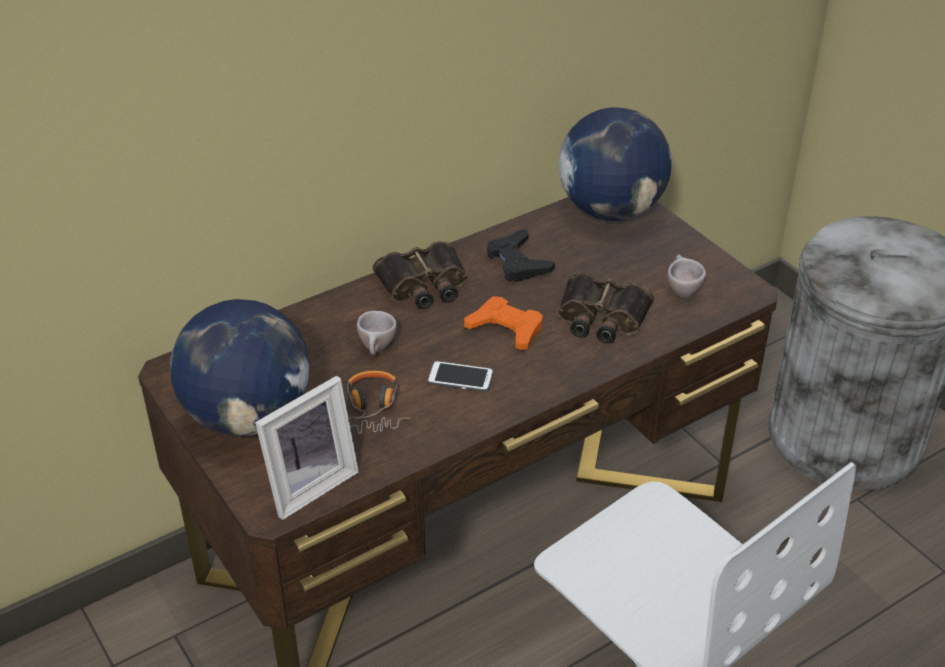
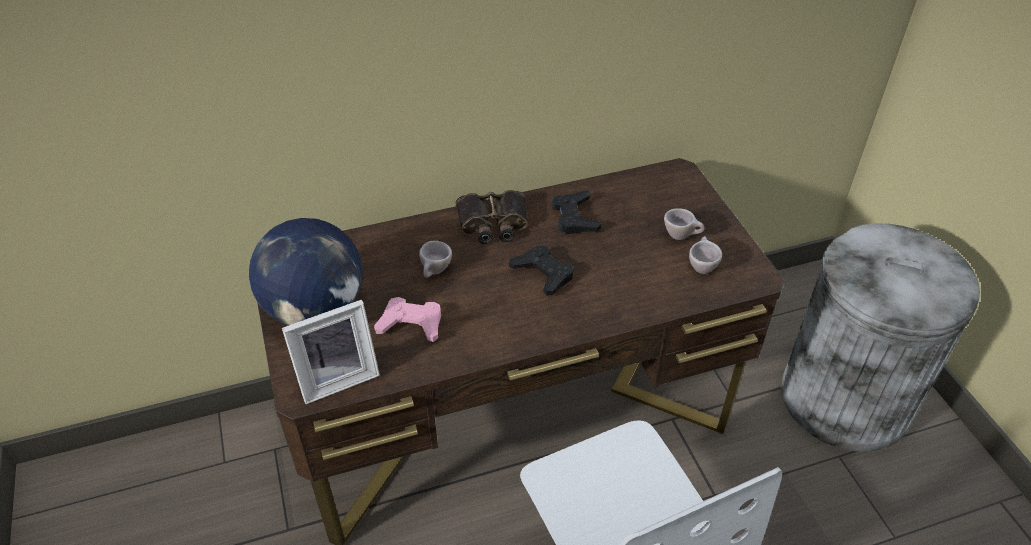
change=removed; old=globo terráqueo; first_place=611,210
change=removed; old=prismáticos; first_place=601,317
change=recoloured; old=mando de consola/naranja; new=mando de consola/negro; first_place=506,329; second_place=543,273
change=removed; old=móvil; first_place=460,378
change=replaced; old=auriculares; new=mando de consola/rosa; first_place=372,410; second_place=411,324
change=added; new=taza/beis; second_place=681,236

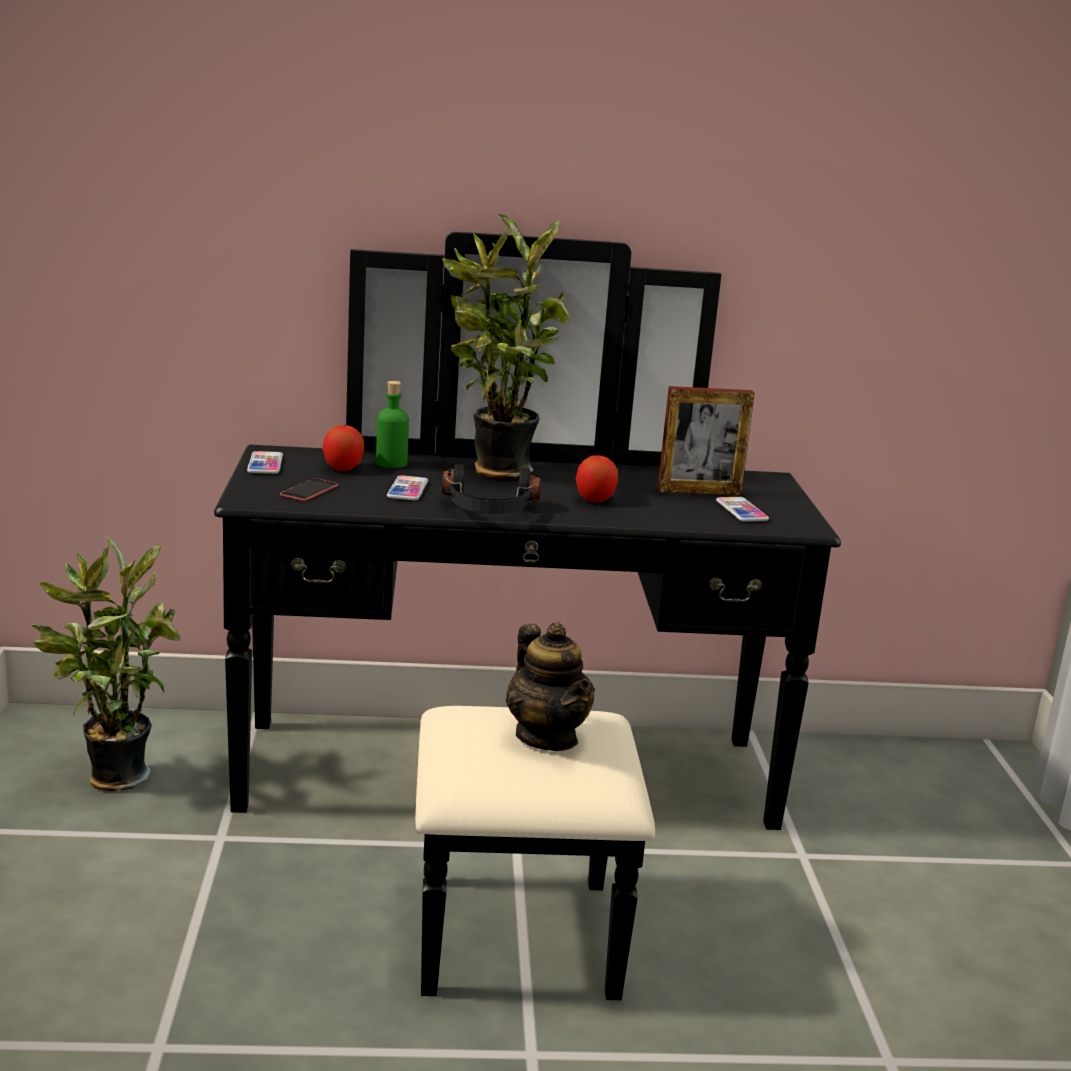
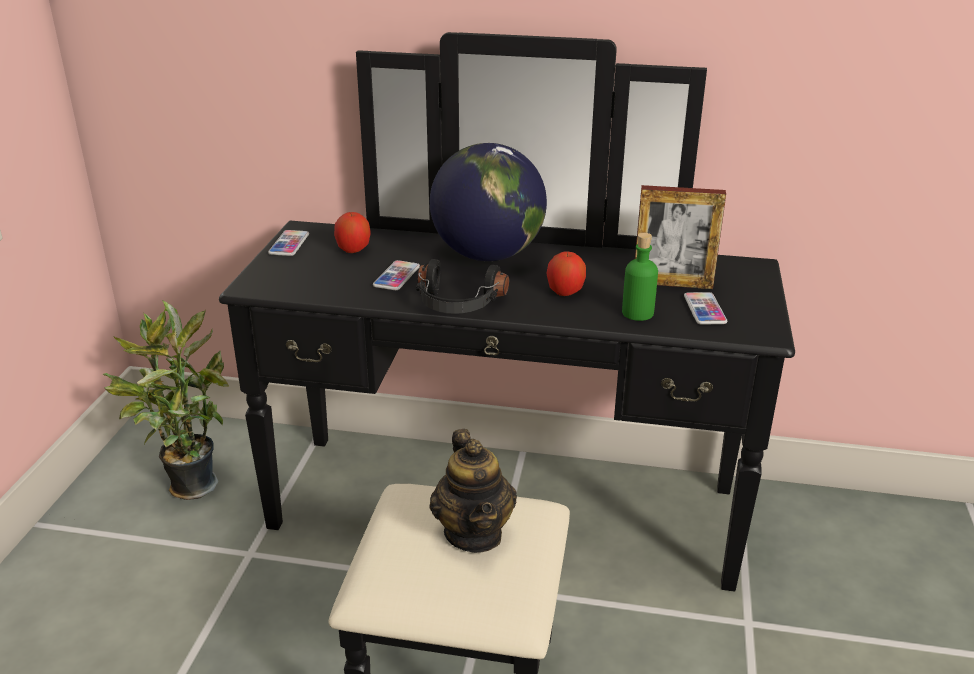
change=replaced; old=planta en maceta; new=globo terráqueo; first_place=495,471; second_place=488,255
change=moved; old=botella/verde; first_place=391,463; second_place=637,313
change=removed; old=móvil; first_place=309,490

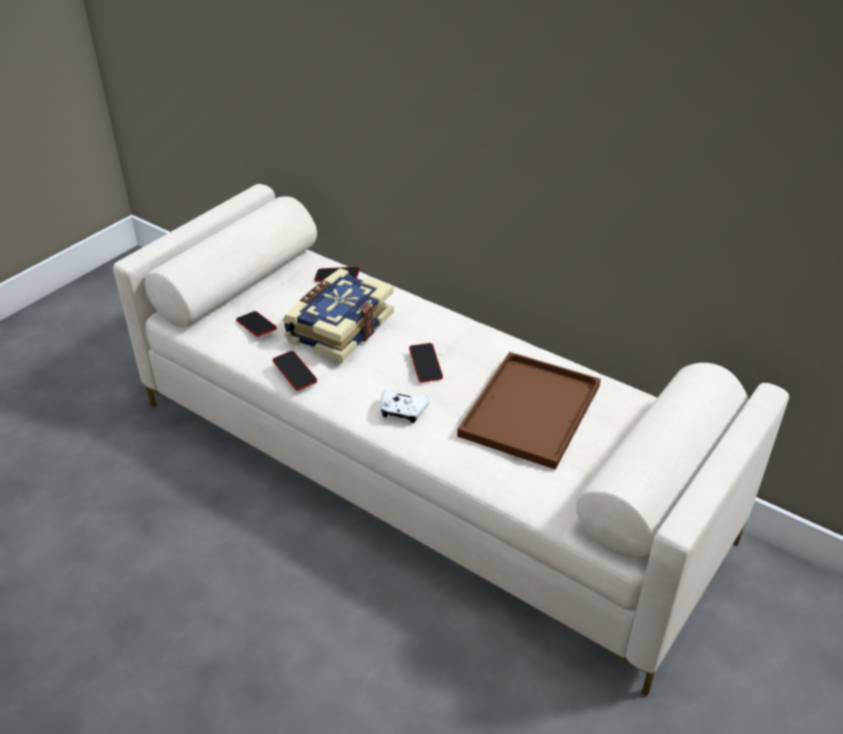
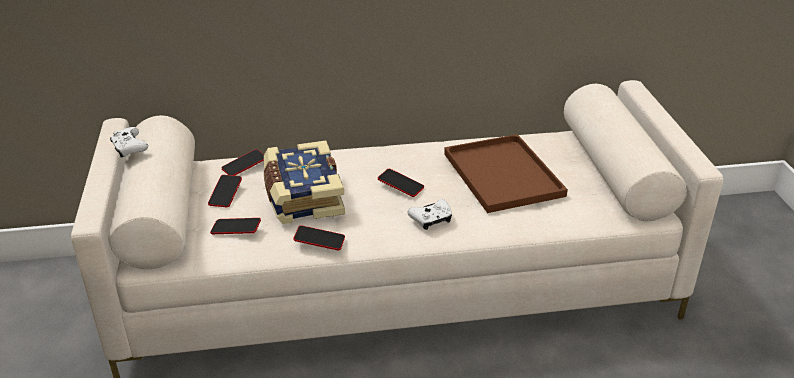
change=added; new=mando de consola/blanco; second_place=129,148
change=added; new=móvil; second_place=225,194

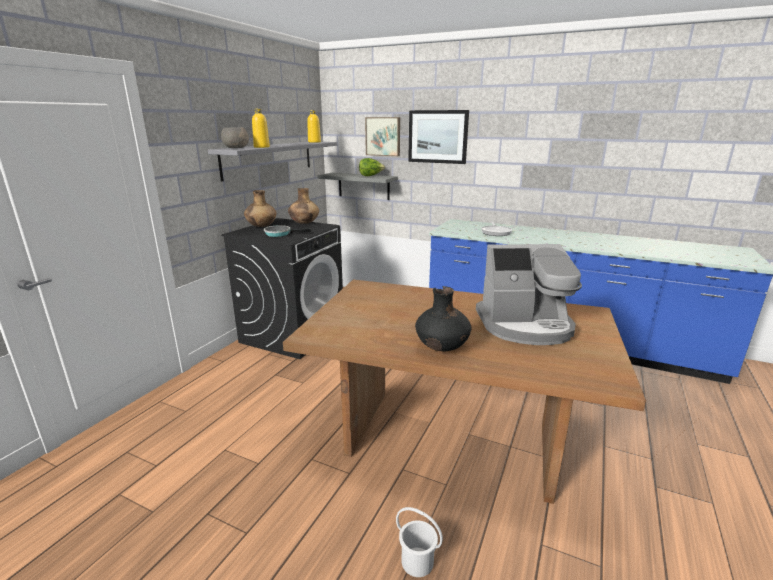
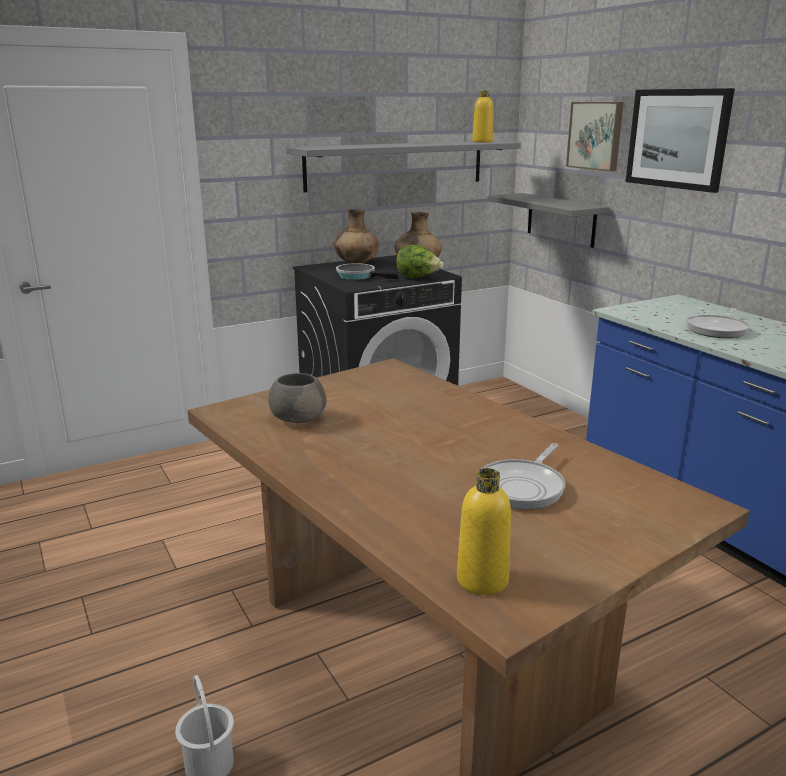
change=moved; old=botella/amarillo; first_place=261,147; second_place=482,580
change=moved; old=cuenco/gris; first_place=236,148; second_place=298,418
change=moved; old=lechuga; first_place=371,176; second_place=418,278
change=replaced; old=cafetera; new=sartén; first_place=525,325; second_place=523,487
change=removed; old=florero/negro; first_place=442,347

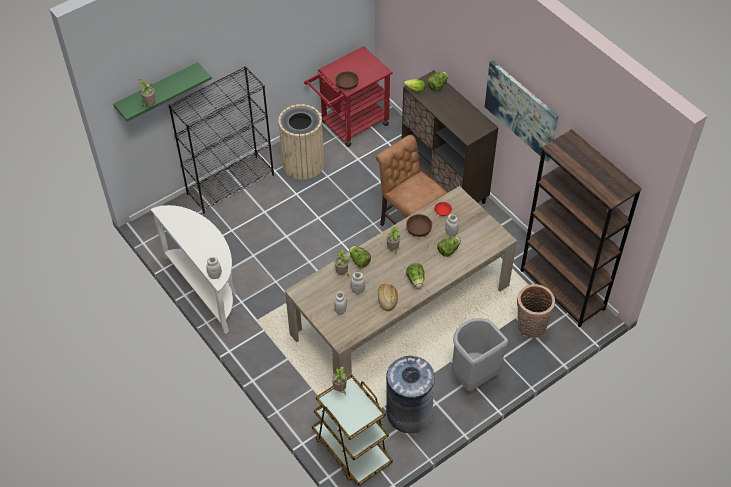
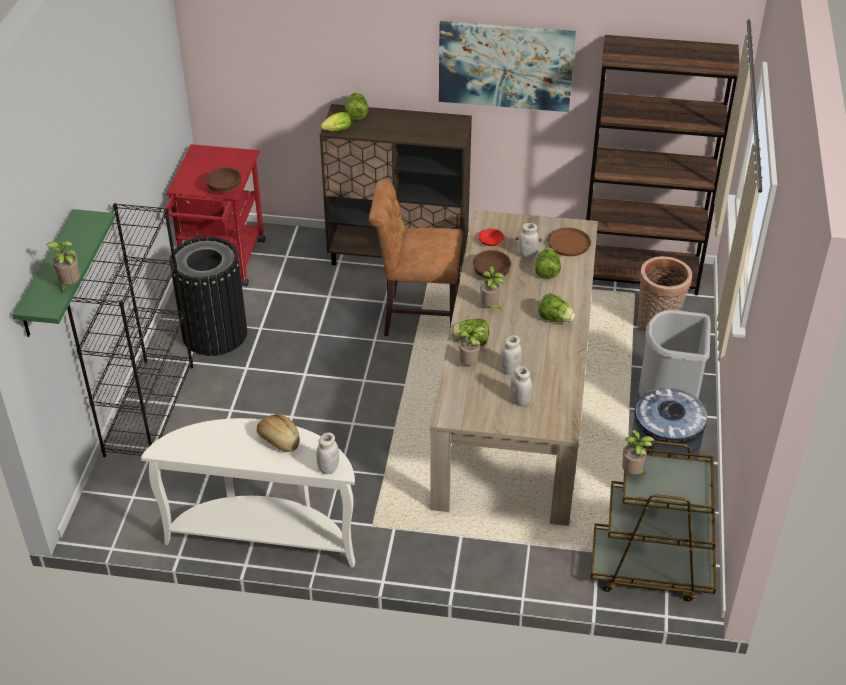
change=recoloured; old=papelera/beis; new=papelera/negro; first_place=303,164; second_place=215,334
change=moved; old=pan; first_place=387,300; second_place=279,440
change=added; new=sartén/marrón; second_place=564,244

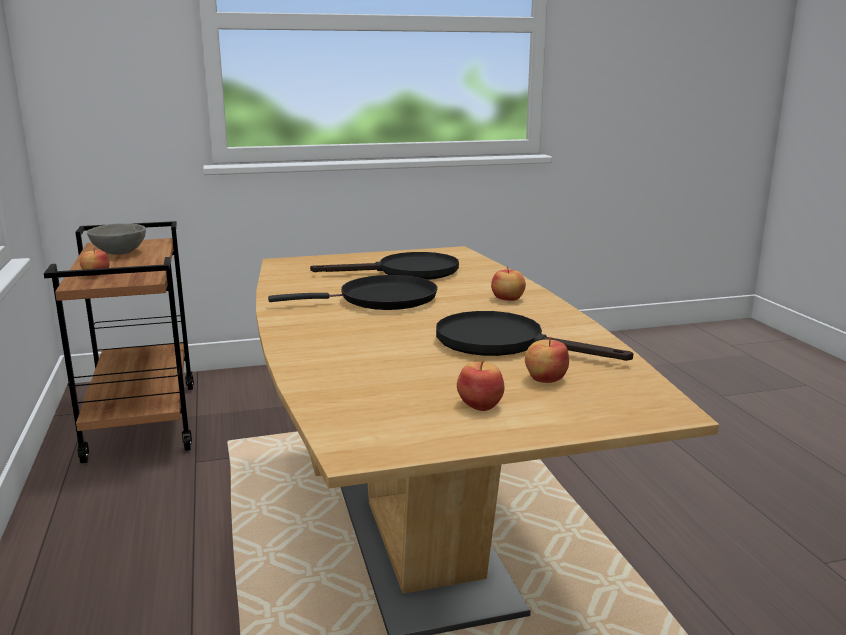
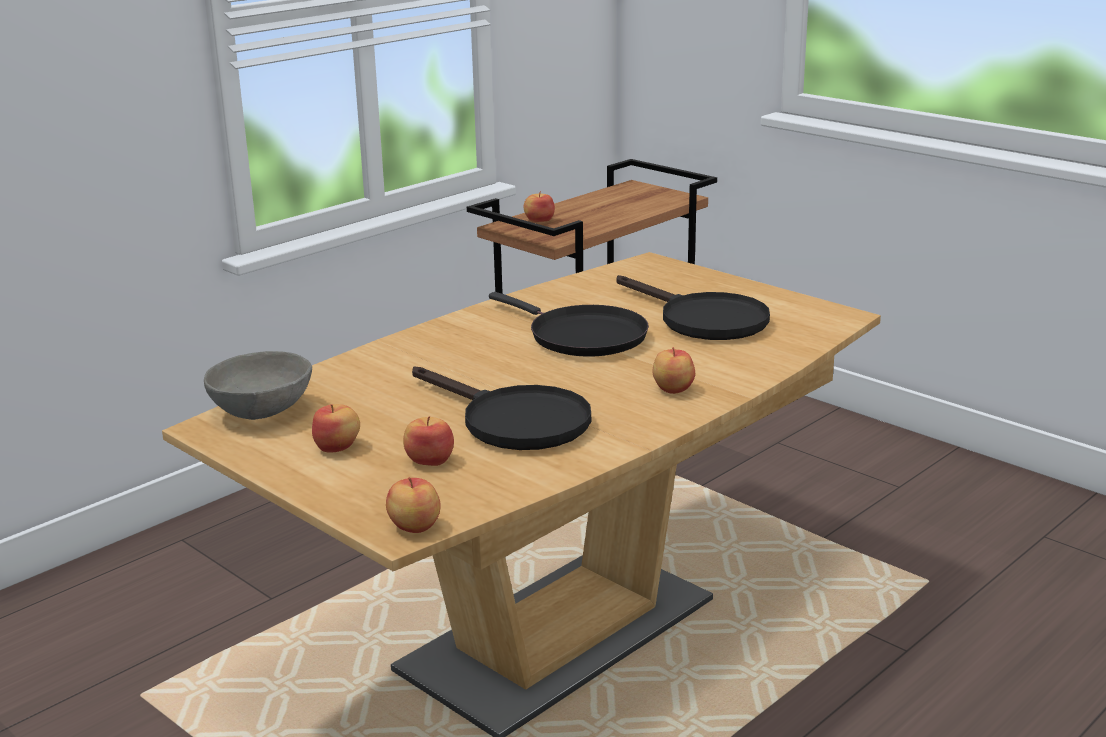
change=moved; old=cuenco/gris; first_place=120,252; second_place=263,411
change=turned; old=sartén/negro; first_place=504,343; second_place=513,421; degrees=135
change=added; new=manzana; second_place=414,527

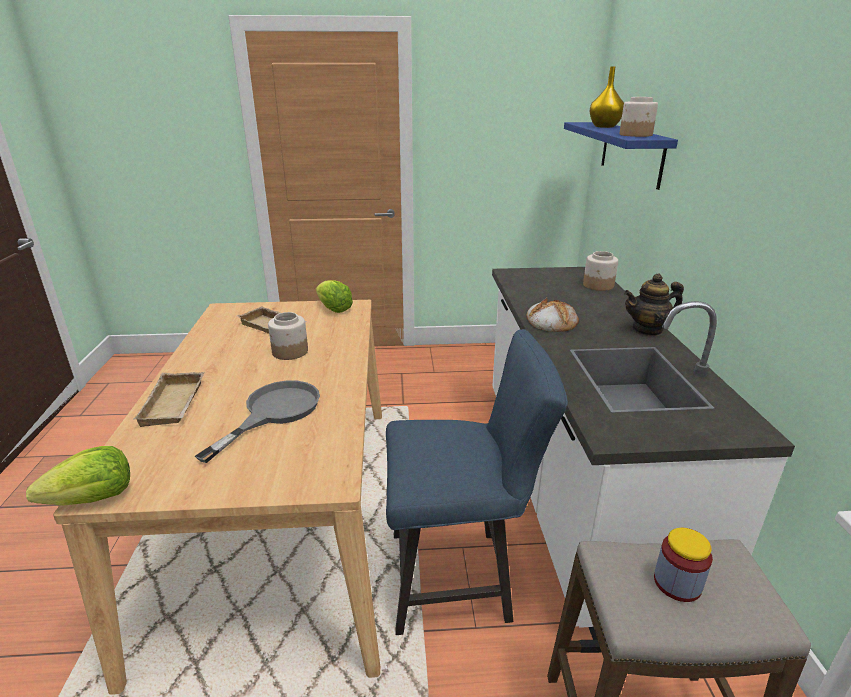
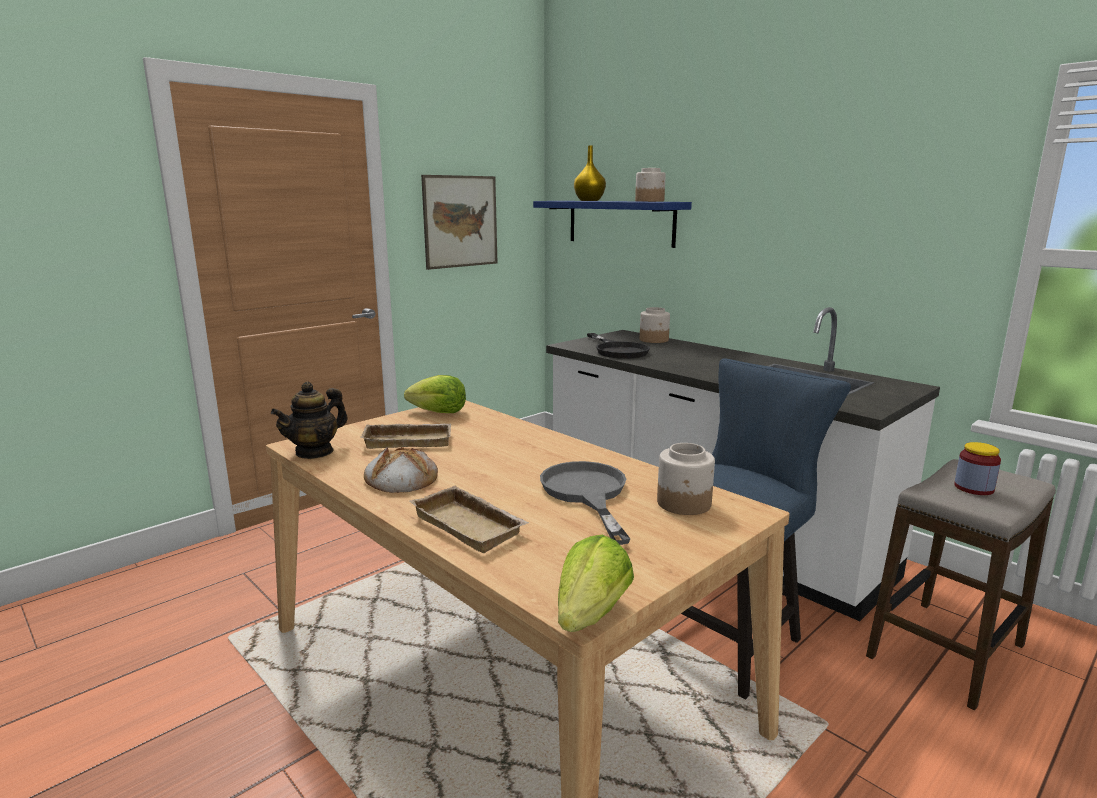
change=moved; old=tetera; first_place=647,330; second_place=315,452
change=moved; old=pan; first_place=551,321; second_place=400,478
change=moved; old=tarro; first_place=290,352; second_place=684,503
change=added; new=cuadro; second_place=460,221
change=added; new=sartén/negro; second_place=618,350

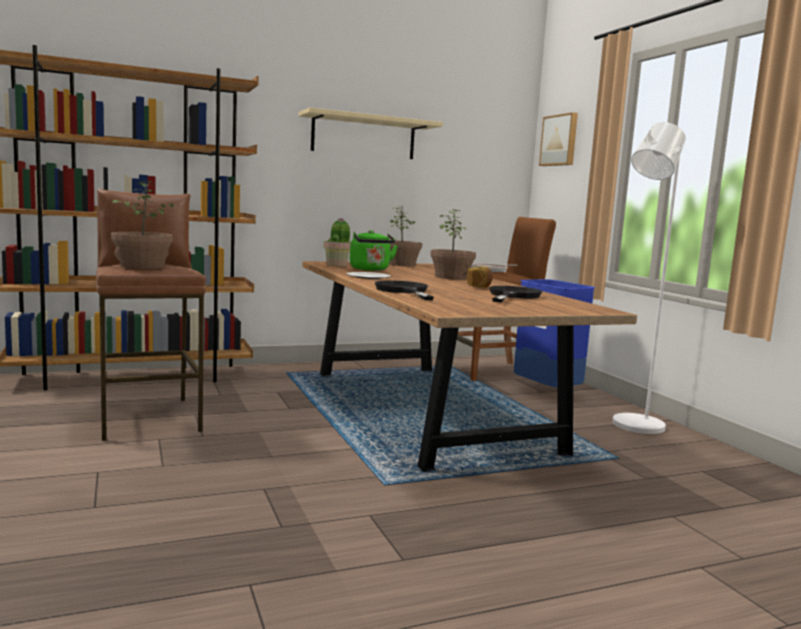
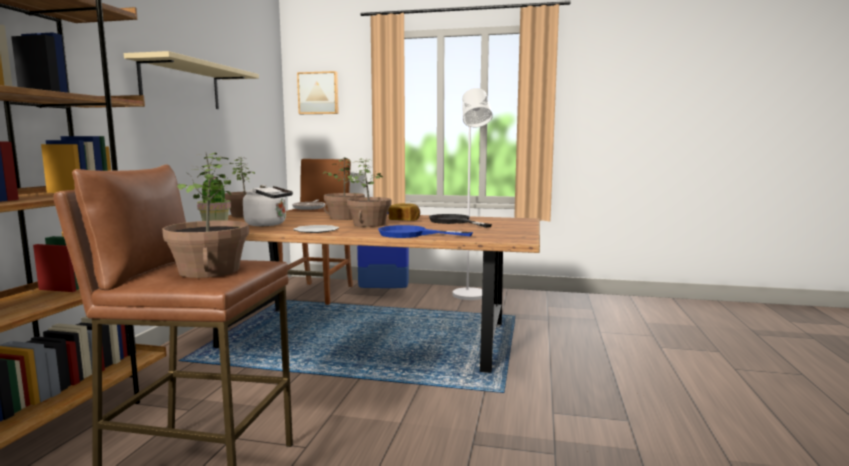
change=recoloured; old=hervidor/verde; new=hervidor/blanco; first_place=370,269; second_place=268,224
change=recoloured; old=sartén/negro; new=sartén/azul; first_place=404,291; second_place=411,234
change=added; new=planta en maceta; second_place=369,224

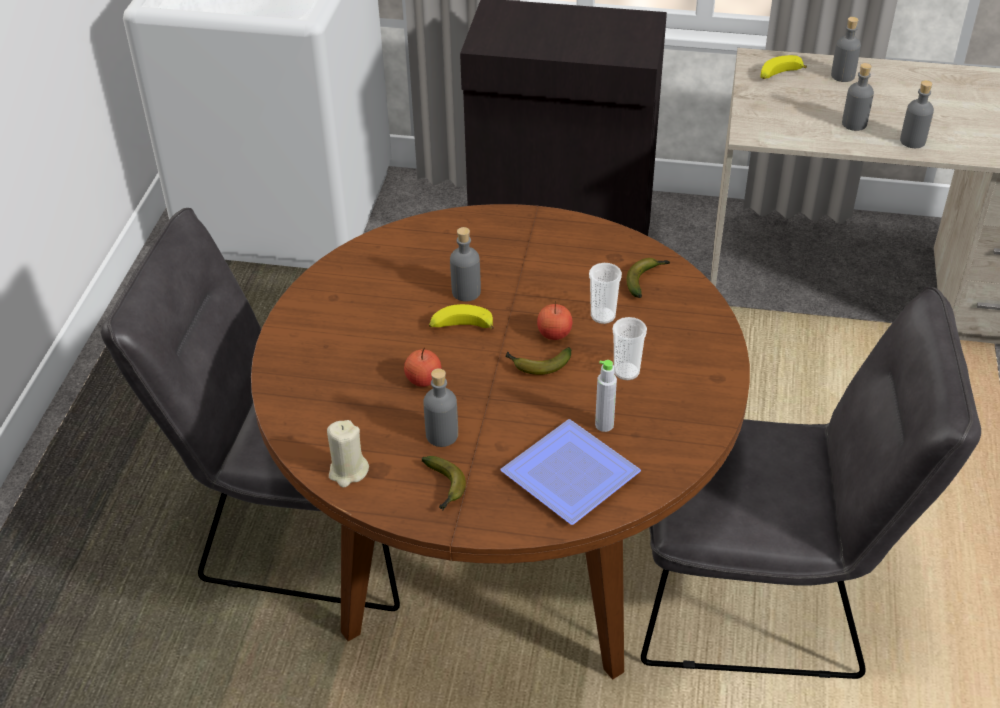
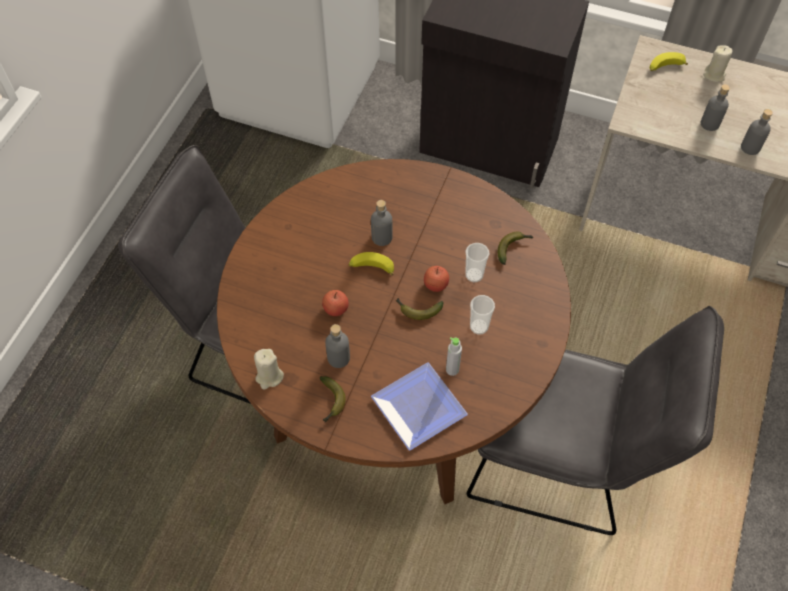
change=replaced; old=botella/gris; new=vela/beis; first_place=842,76; second_place=714,75

